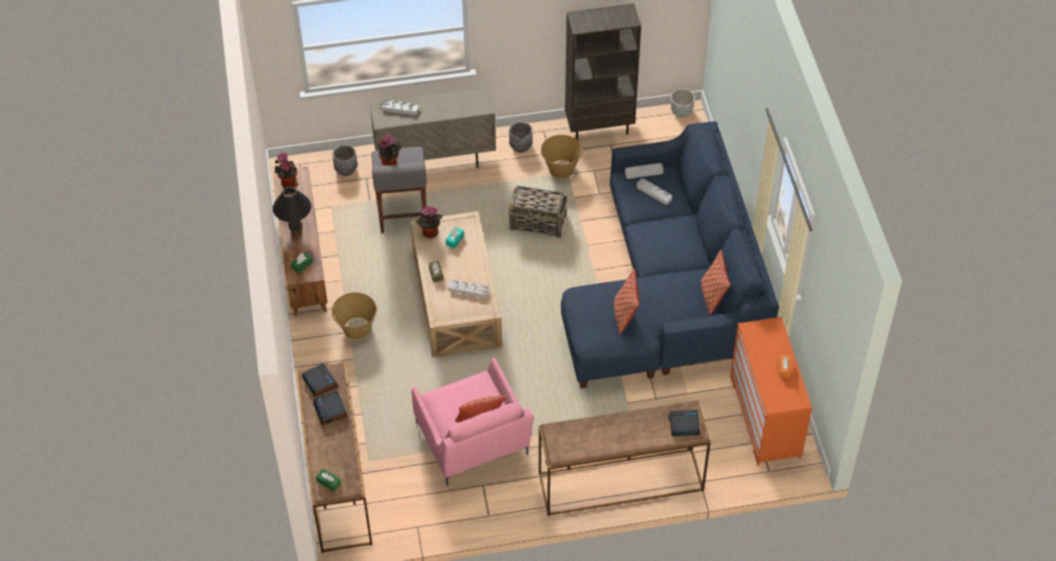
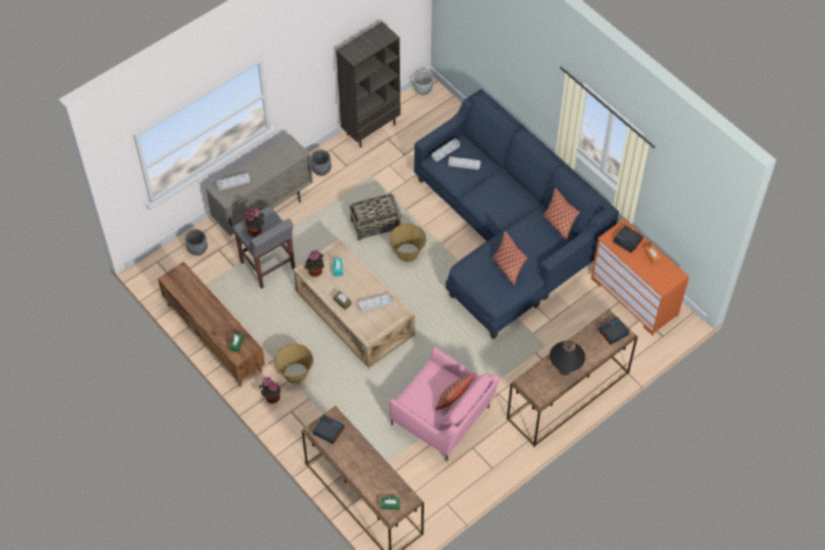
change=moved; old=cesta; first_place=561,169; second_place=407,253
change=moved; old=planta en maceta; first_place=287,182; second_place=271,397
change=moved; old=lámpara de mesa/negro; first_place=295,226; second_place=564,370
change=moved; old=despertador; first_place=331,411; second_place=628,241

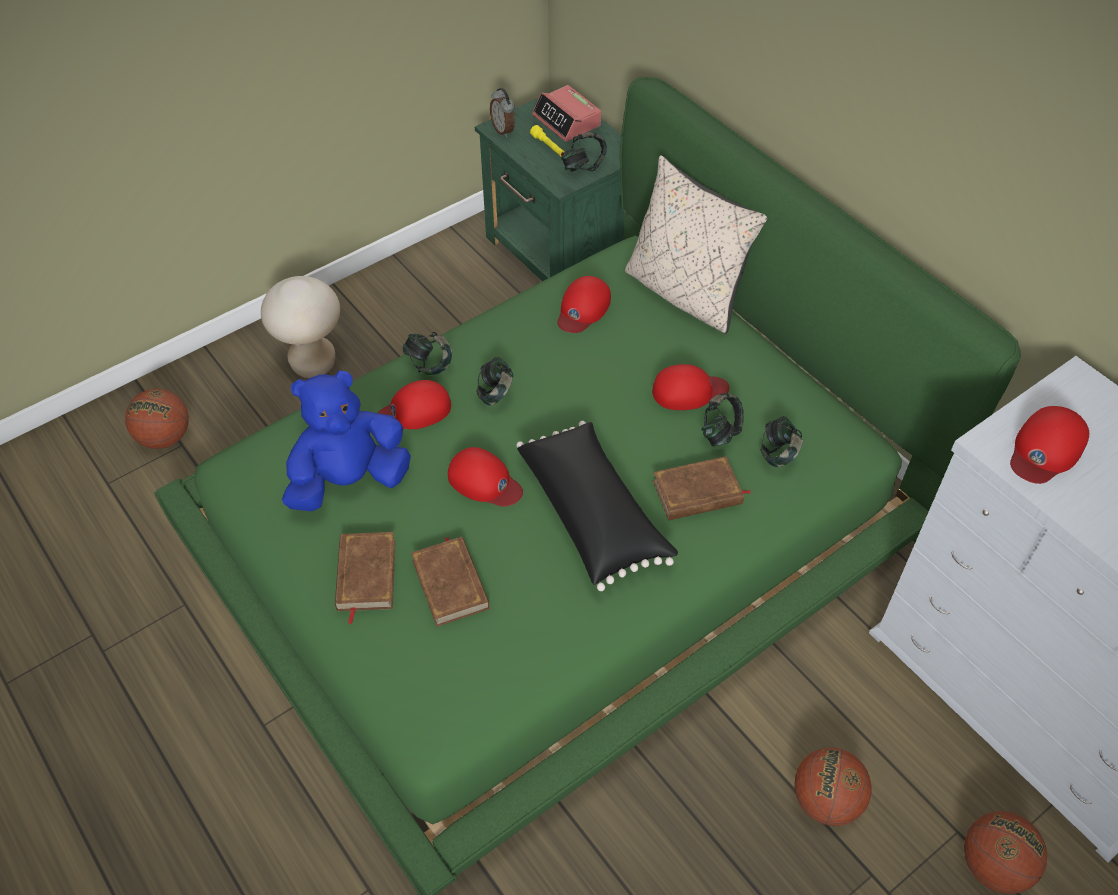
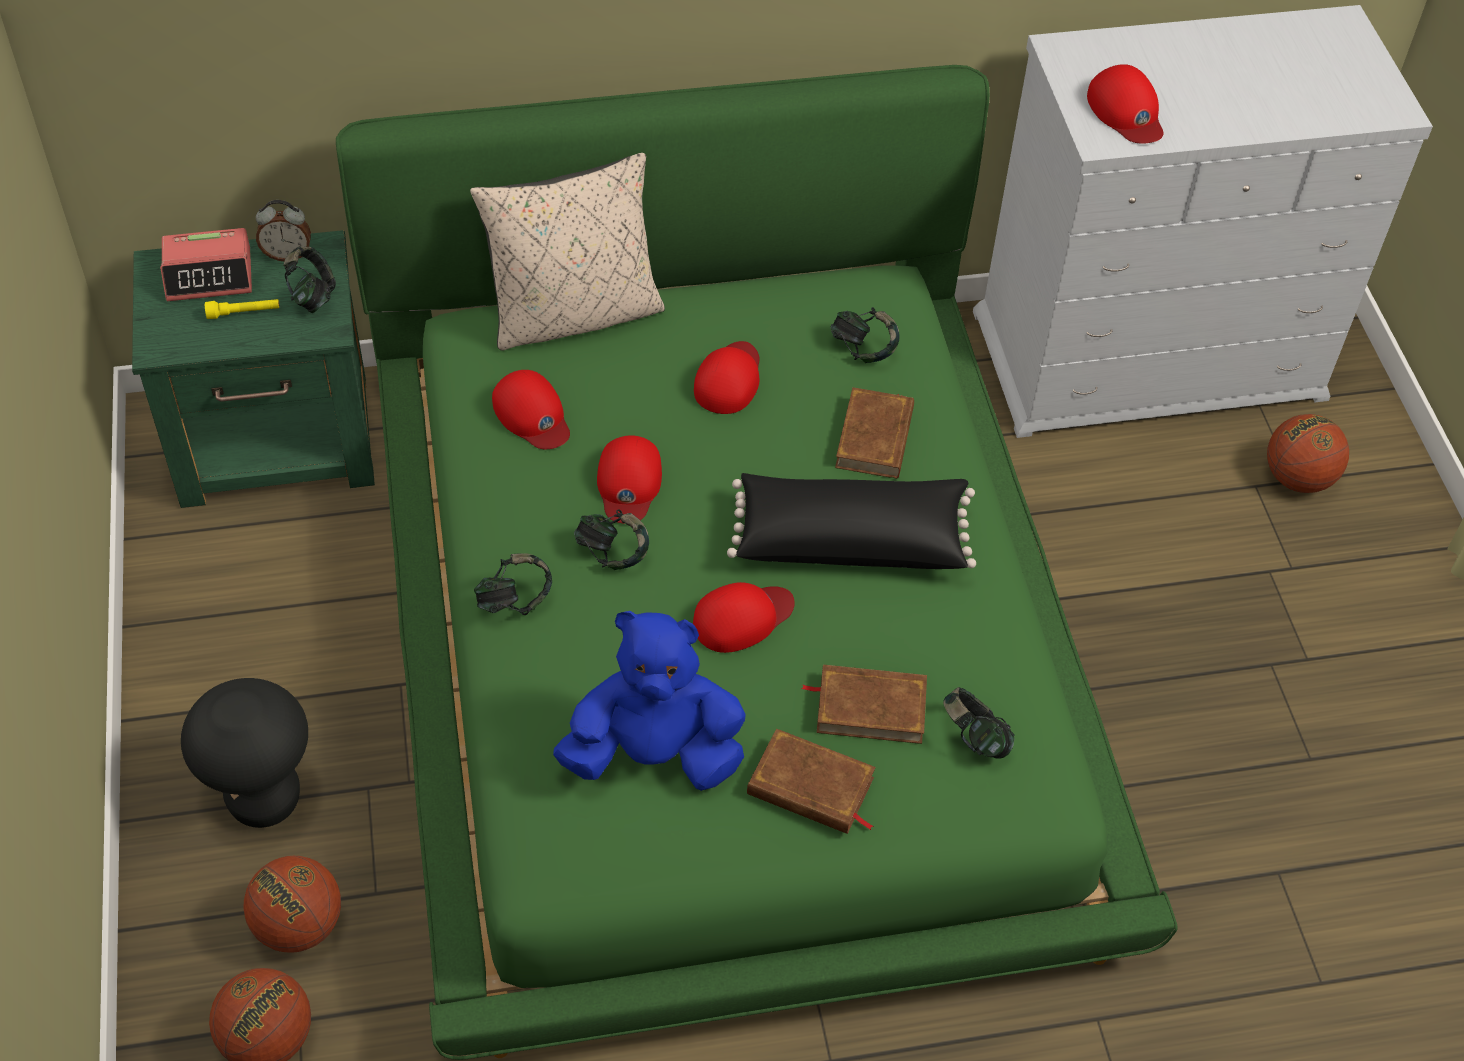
change=moved; old=despertador; first_place=503,130; second_place=287,254
change=recoloured; old=taburete/beis; new=taburete/negro; first_place=313,364; second_place=265,800
change=turned; old=peluche/azul; first_place=349,480; second_place=654,754; degrees=90
change=moved; old=gorra/rojo; first_place=414,411; second_place=628,483
change=moved; old=auriculares; first_place=720,432; second_place=974,738
change=moved; old=balón de baloncesto; first_place=825,800; second_place=299,925

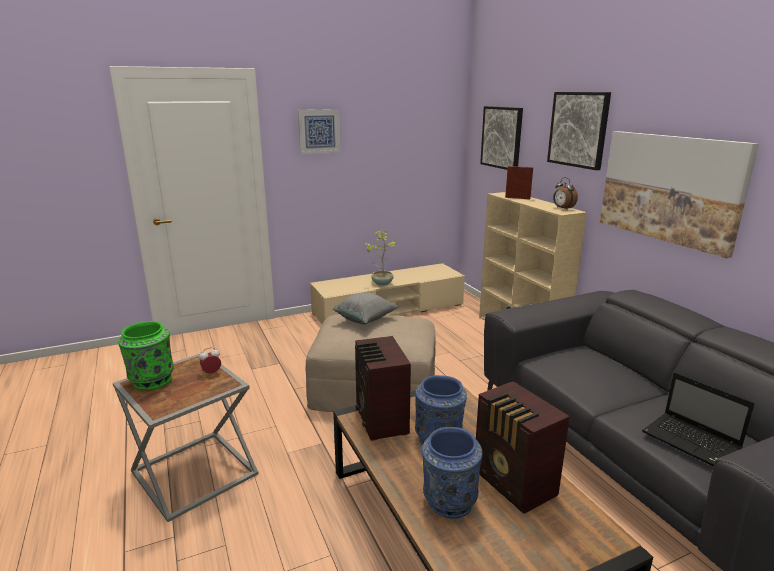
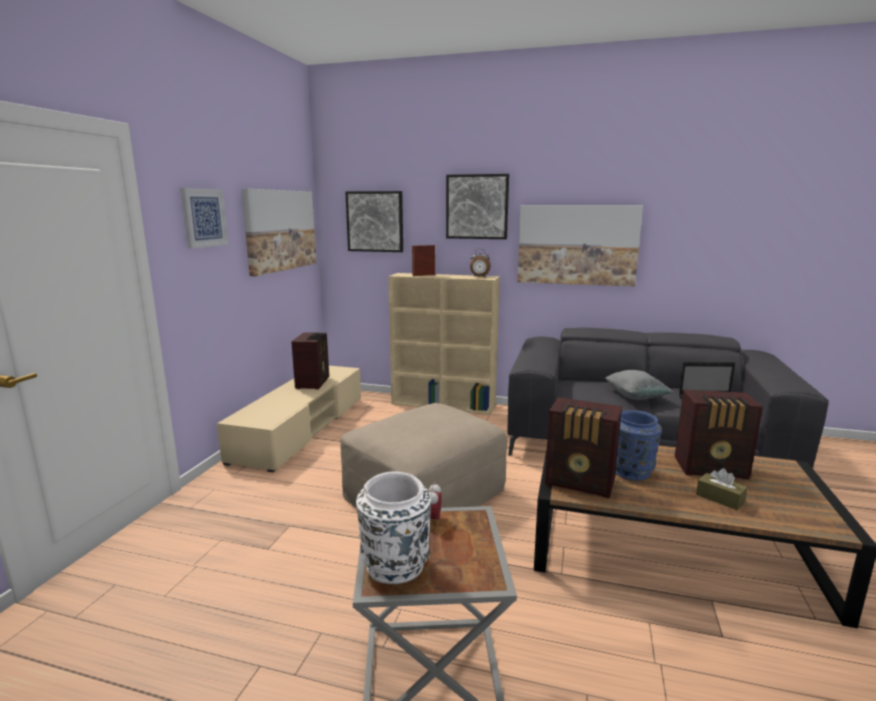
change=removed; old=planta en maceta; first_place=382,283
change=moved; old=cojín/gris; first_place=365,320; second_place=635,397
change=recoloured; old=florero/verde; new=florero/blanco; first_place=152,381; second_place=395,566
change=replaced; old=florero/azul; new=caja de pañuelos/marrón; first_place=449,502; second_place=720,498
change=added; new=cuadro; second_place=280,230
change=added; new=radio; second_place=313,382

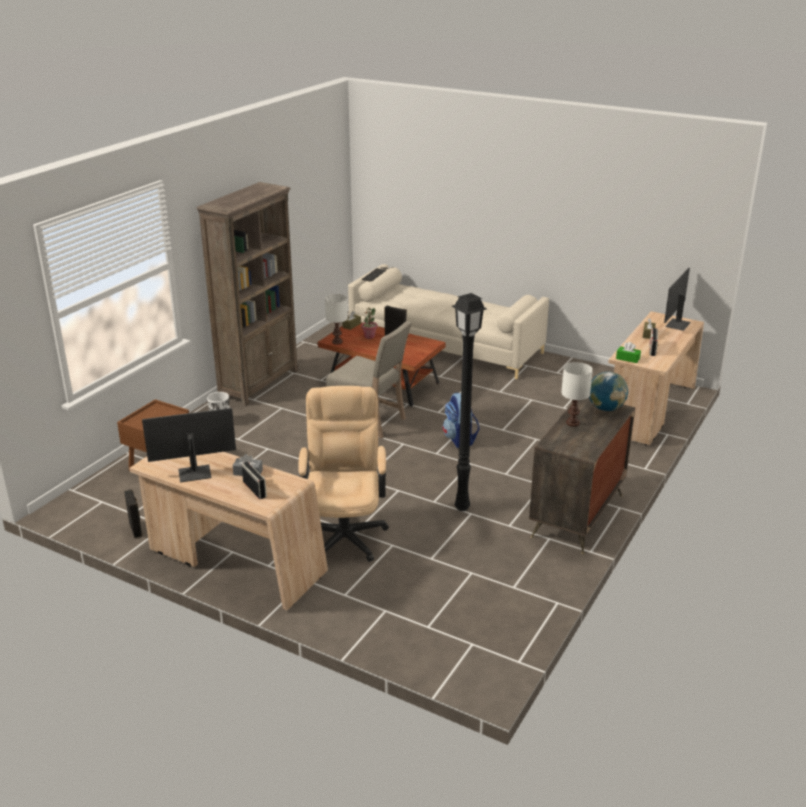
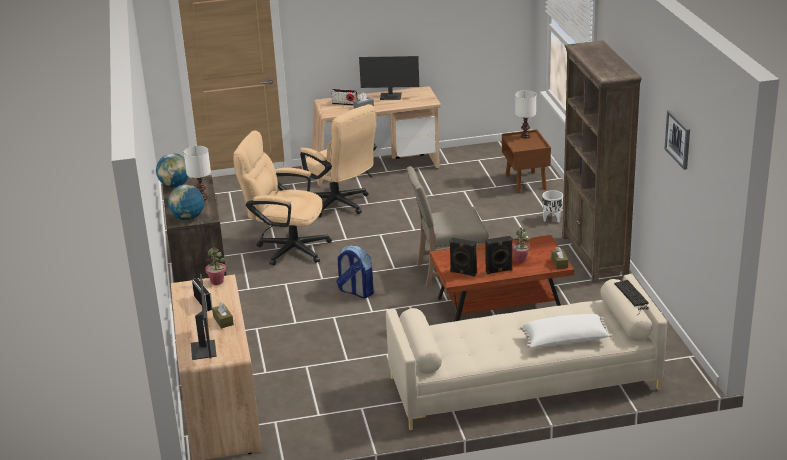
change=replaced; old=lámpara de pie/negro; new=silla de oficina/beis; first_place=462,508; second_place=286,248
change=moved; old=lámpara de mesa/blanco; first_place=337,342; second_place=525,136
change=replaced; old=caja de pañuelos/verde; new=planta en maceta; first_place=627,358; second_place=217,281
change=turned; old=monitor; first_place=194,473; second_place=390,96; degrees=60
change=moved; old=altavoz/negro; first_place=136,529; second_place=463,273
change=added; new=cuadro; second_place=678,139
change=added; new=globo terráqueo; second_place=175,185
change=added; new=cojín/blanco; second_place=565,341

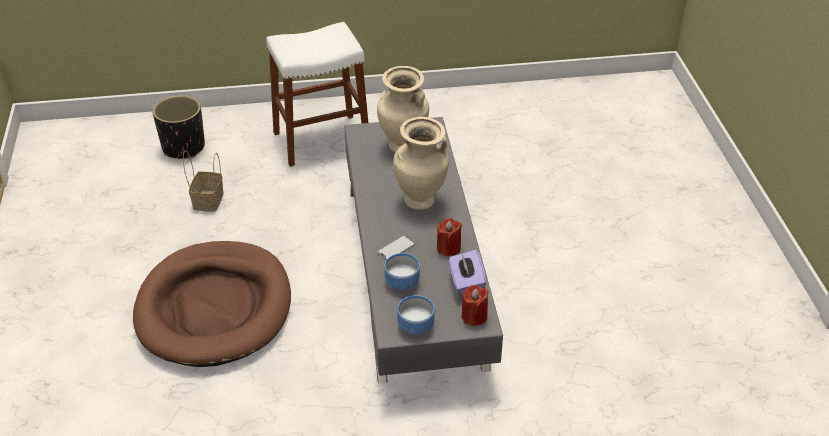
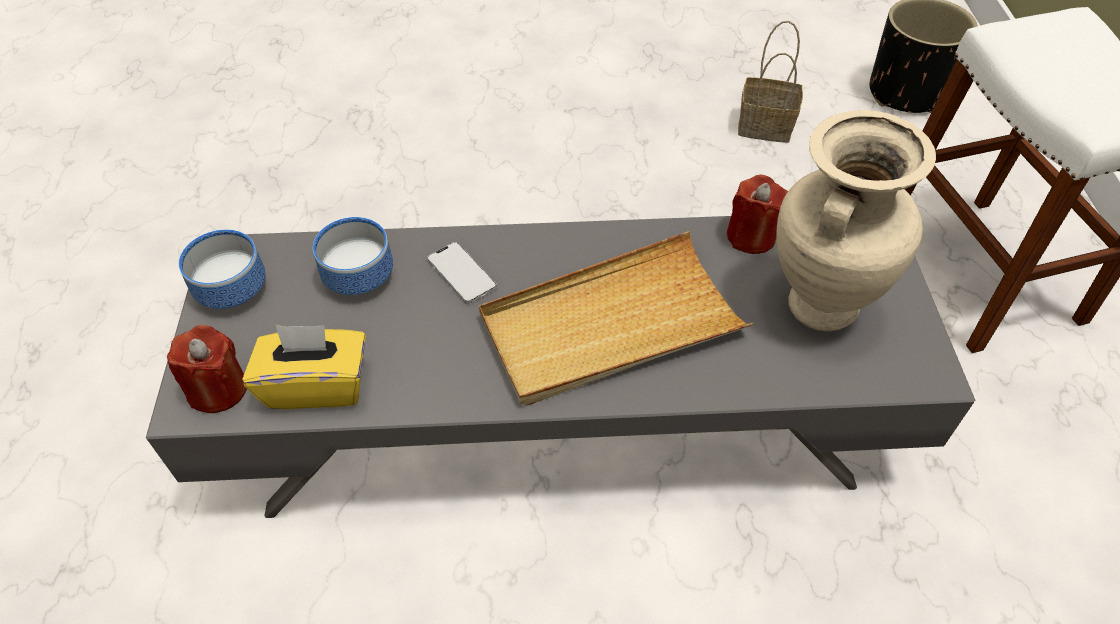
change=replaced; old=florero/beis; new=bandeja/beis; first_place=420,202; second_place=610,324
change=moved; old=vela/rojo; first_place=448,248; second_place=751,236
change=removed; old=cama para perro/marrón; first_place=215,308
change=recoloured; old=caja de pañuelos/morado; new=caja de pañuelos/amarillo; first_place=466,285; second_place=317,385

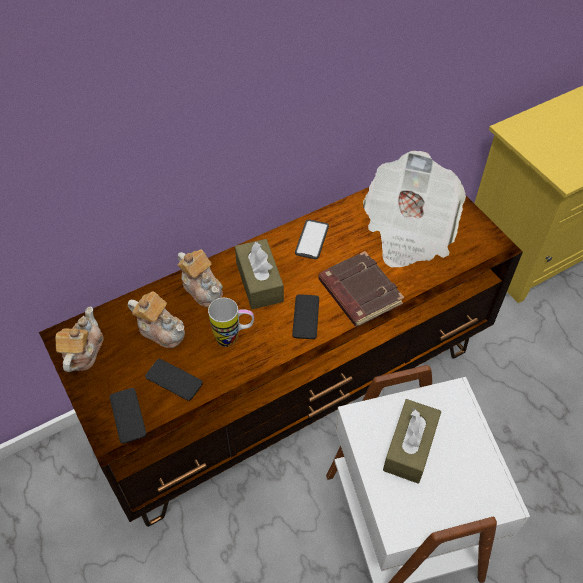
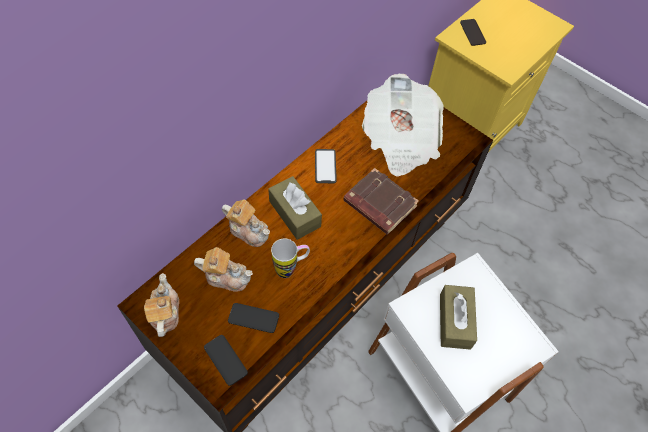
change=moved; old=móvil; first_place=306,317; second_place=472,32

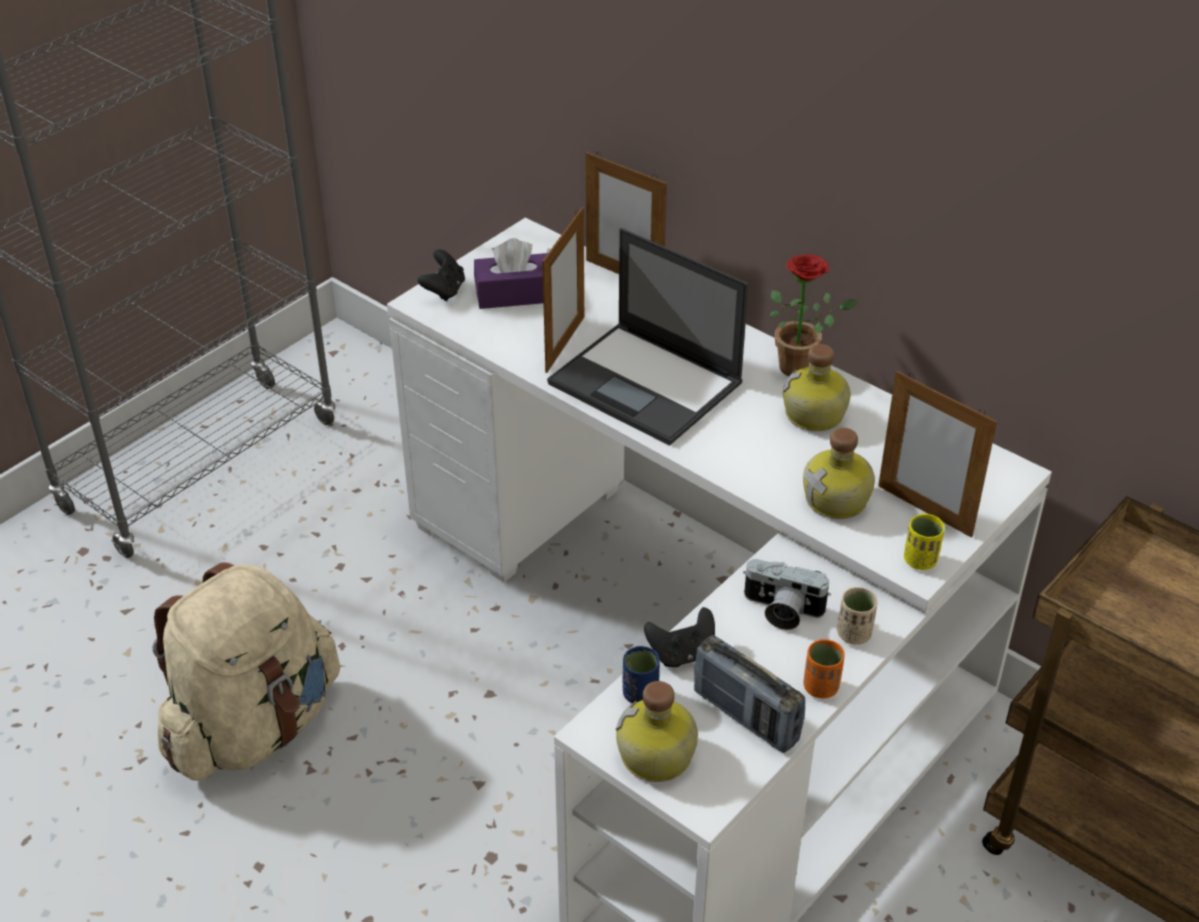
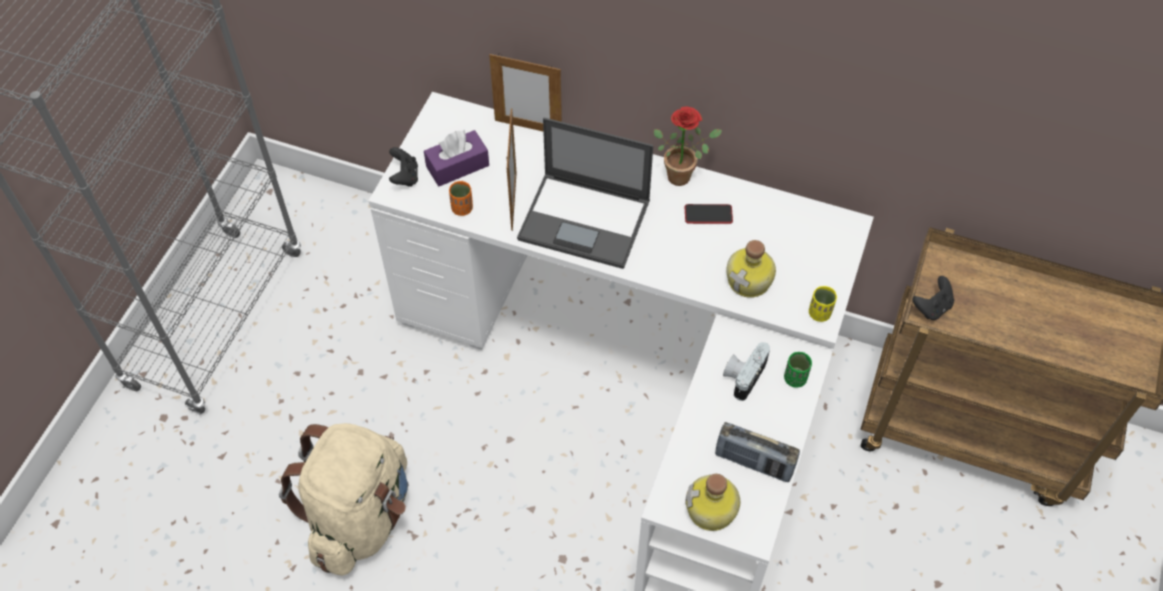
change=replaced; old=botella; new=móvil; first_place=815,415; second_place=708,214
change=removed; old=portarretratos; first_place=924,510
change=turned; old=cámara; first_place=781,611; second_place=743,375; degrees=120
change=recoloured; old=taza/beis; new=taza/verde; first_place=854,634; second_place=795,378
change=moved; old=mando de consola/negro; first_place=682,654; second_place=932,307
change=moved; old=taza/naranja; first_place=821,687; second_place=462,208
change=removed; old=taza/azul; first_place=640,694

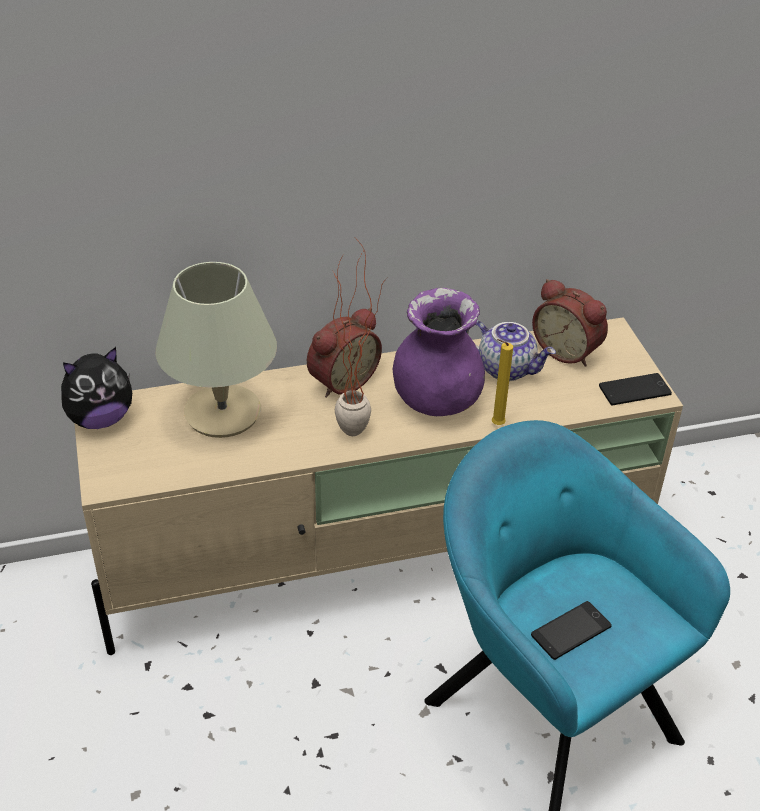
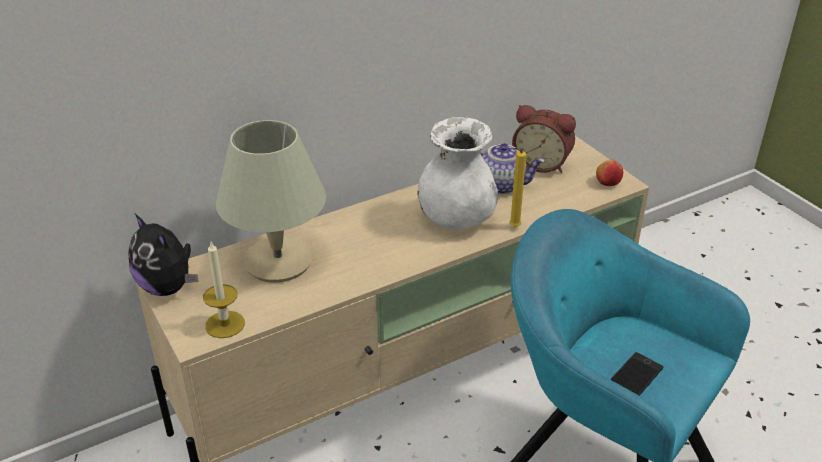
change=removed; old=planta en maceta; first_place=359,425
change=recoloured; old=florero/morado; new=florero/blanco; first_place=436,401; second_place=456,219
change=removed; old=despertador; first_place=341,380
change=turned; old=peluche; first_place=100,419; second_place=168,287; degrees=90
change=replaced; old=móvil; new=manzana; first_place=634,390; second_place=607,182
change=added; new=vela; second_place=225,324

